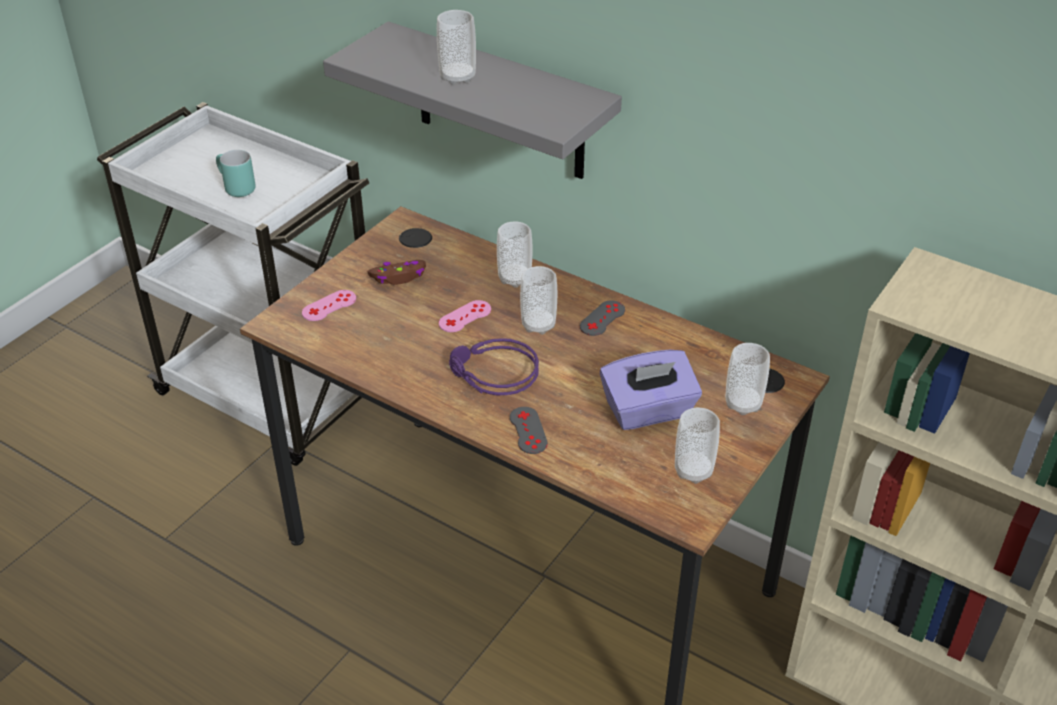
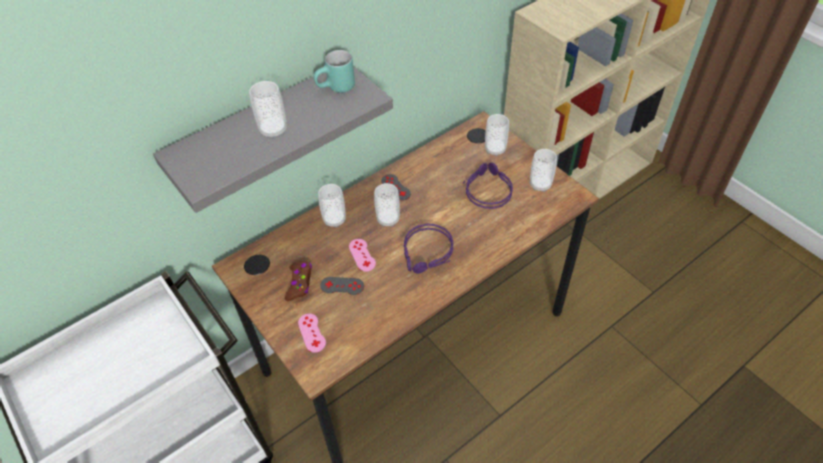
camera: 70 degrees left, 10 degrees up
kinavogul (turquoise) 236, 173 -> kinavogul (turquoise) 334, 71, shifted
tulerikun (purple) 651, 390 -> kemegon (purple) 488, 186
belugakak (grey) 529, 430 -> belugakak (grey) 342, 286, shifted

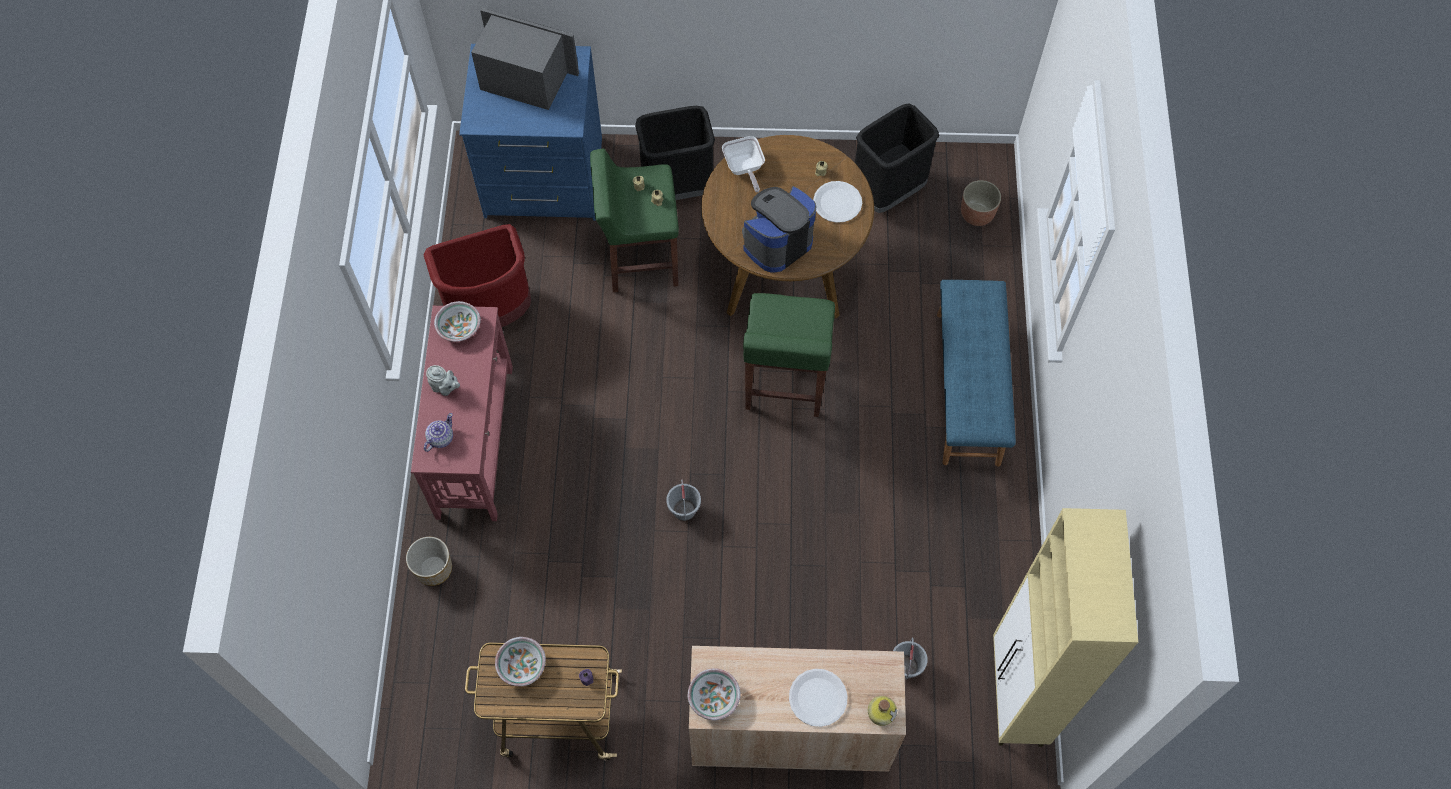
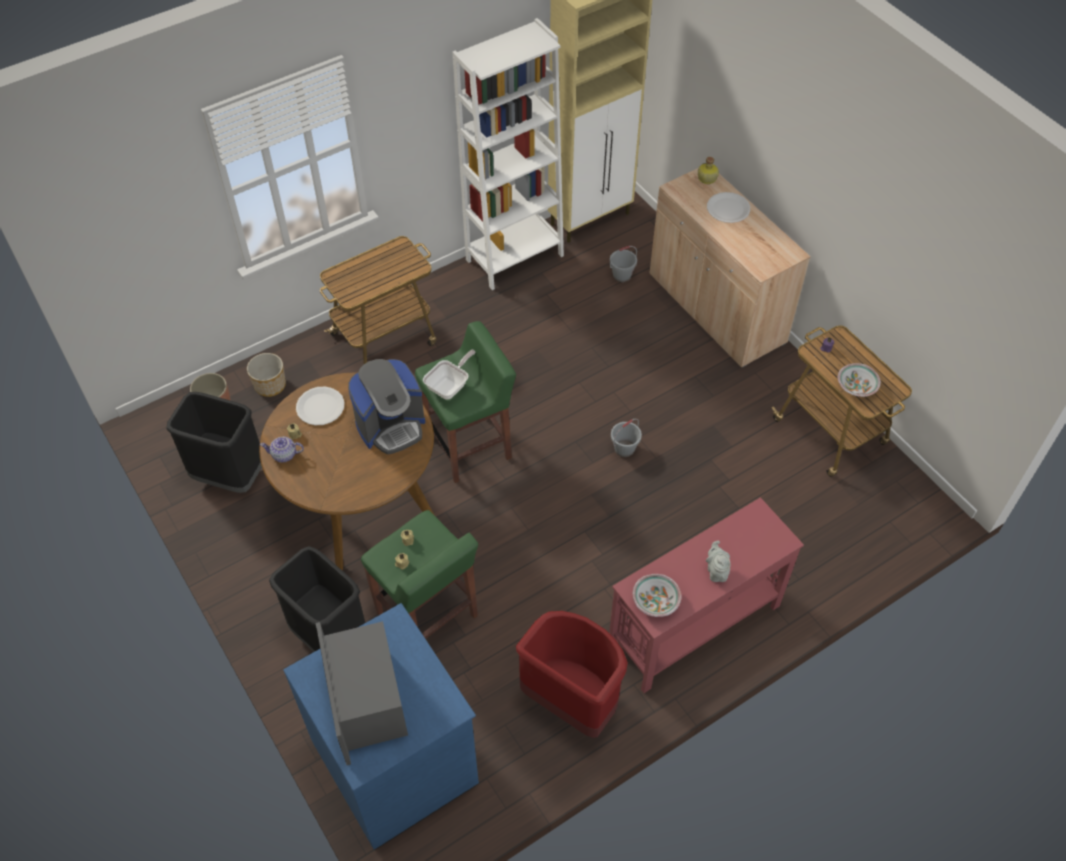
camera: 125 degrees left, 10 degrees down
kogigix 743, 164 -> kogigix 449, 375, shifted
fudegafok 779, 229 -> fudegafok 386, 406, 45 degrees counterclockwise
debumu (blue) 976, 373 -> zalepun 378, 300
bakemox 438, 432 -> bakemox 282, 449, shifted
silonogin 429, 561 -> silonogin 266, 375, shifted
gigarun 714, 694 -> none
none -> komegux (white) 508, 154

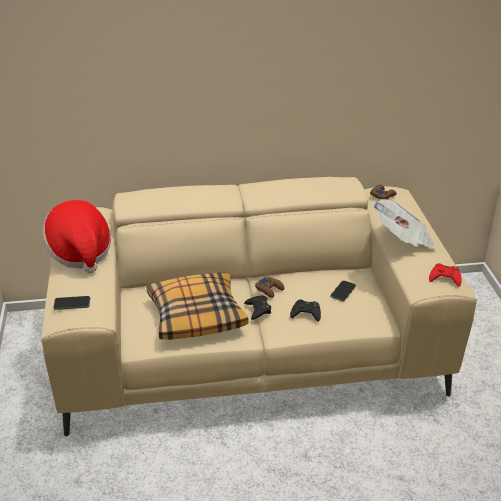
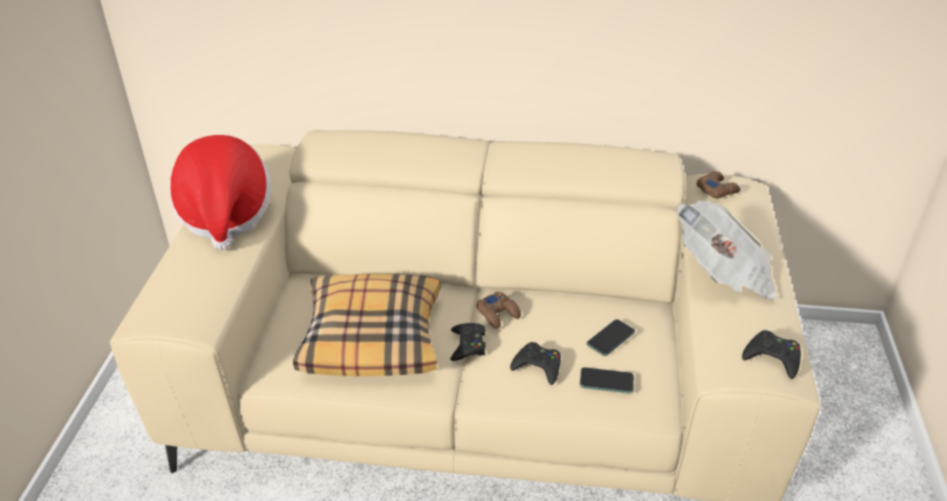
camera: 15 degrees right, 5 degrees up
belugakak (red) 445, 275 -> belugakak (black) 771, 354
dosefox 71, 303 -> dosefox 607, 380, shifted

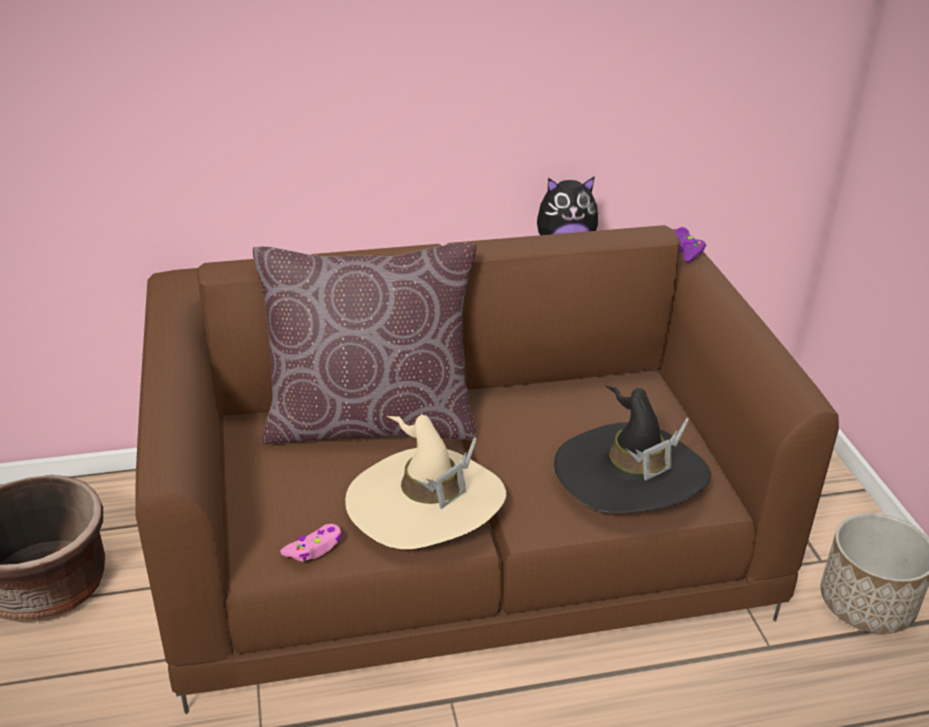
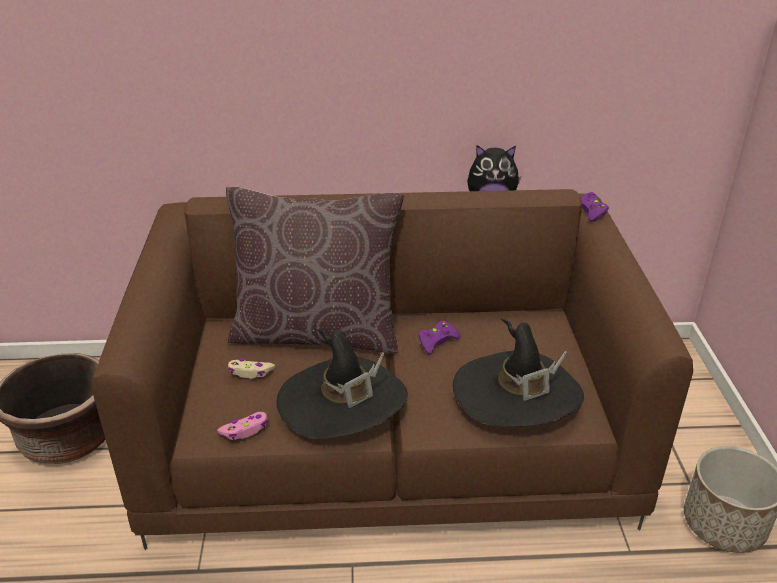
camera: 10 degrees right, 0 degrees up
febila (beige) 425, 482 -> febila (black) 342, 384
none -> belugakak (purple) 439, 337
none -> belugakak (beige) 251, 368

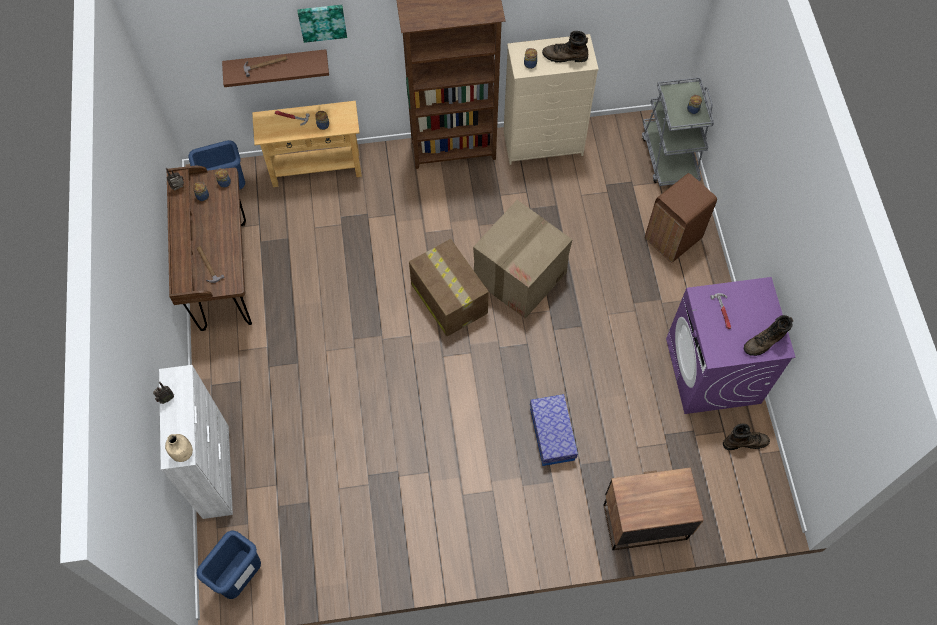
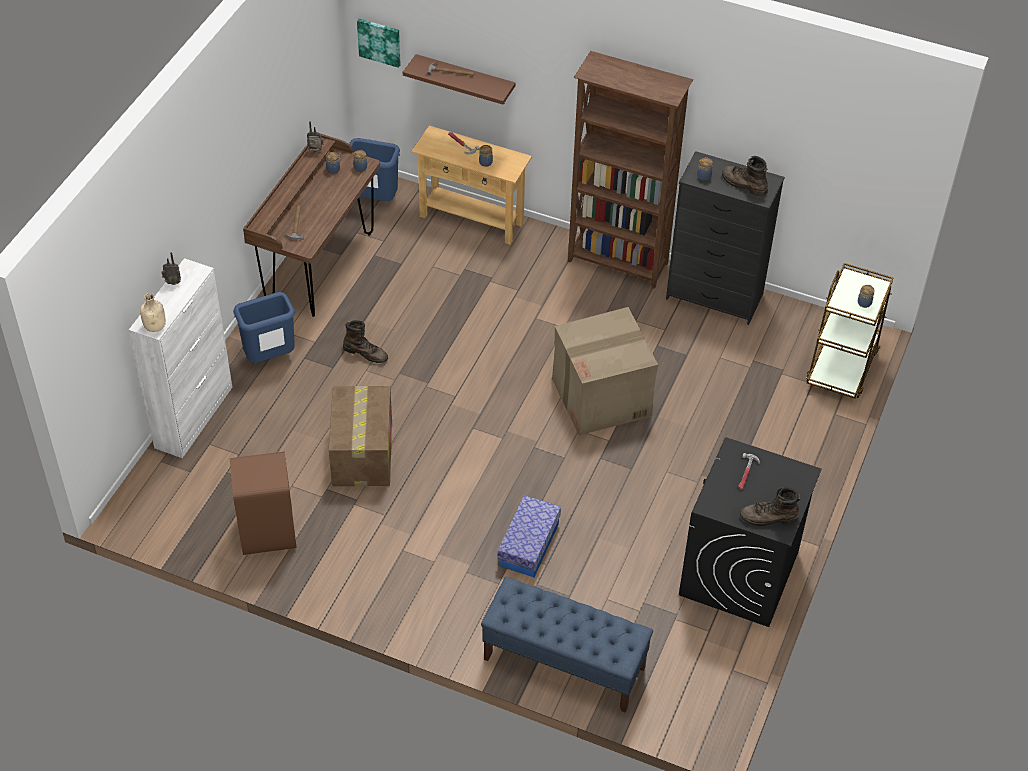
camera: 30 degrees right, 15 degrees down
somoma 322, 24 -> somoma 379, 43, shifted
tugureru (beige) 551, 99 -> tugureru (black) 725, 238
zalepun (grey) 678, 131 -> zalepun (brown) 850, 331
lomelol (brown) 681, 218 -> lomelol (brown) 263, 503, shifted
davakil 449, 287 -> davakil 360, 436, shifted
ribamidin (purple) 731, 345 -> ribamidin (black) 750, 532
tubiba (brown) 746, 436 -> tubiba (brown) 365, 341, shifted
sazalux 653, 508 -> debumu (blue) 567, 645
lomelol (blue) 228, 565 -> lomelol (blue) 264, 327, shifted

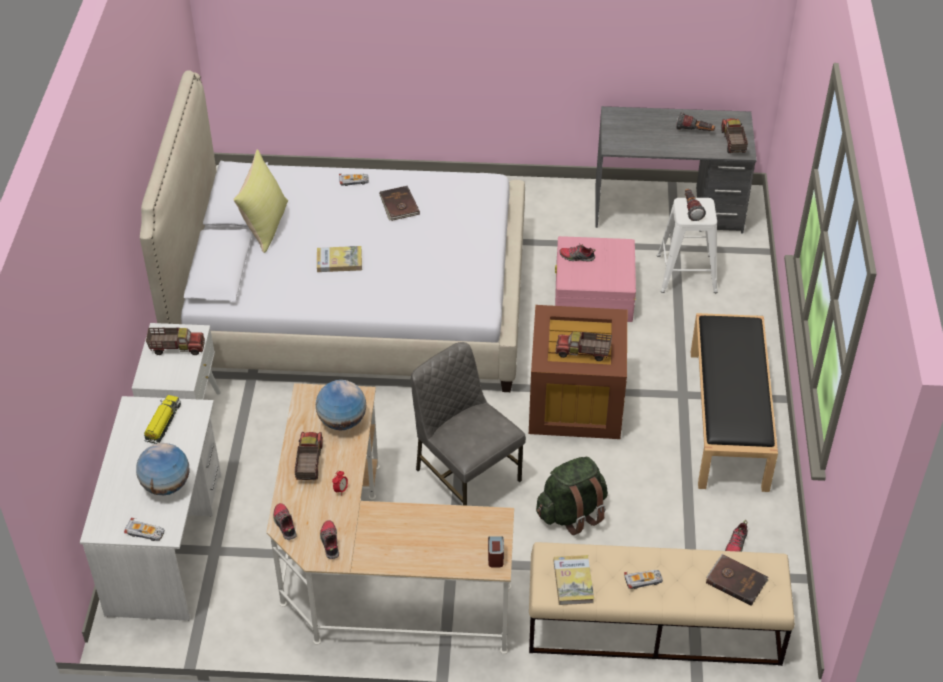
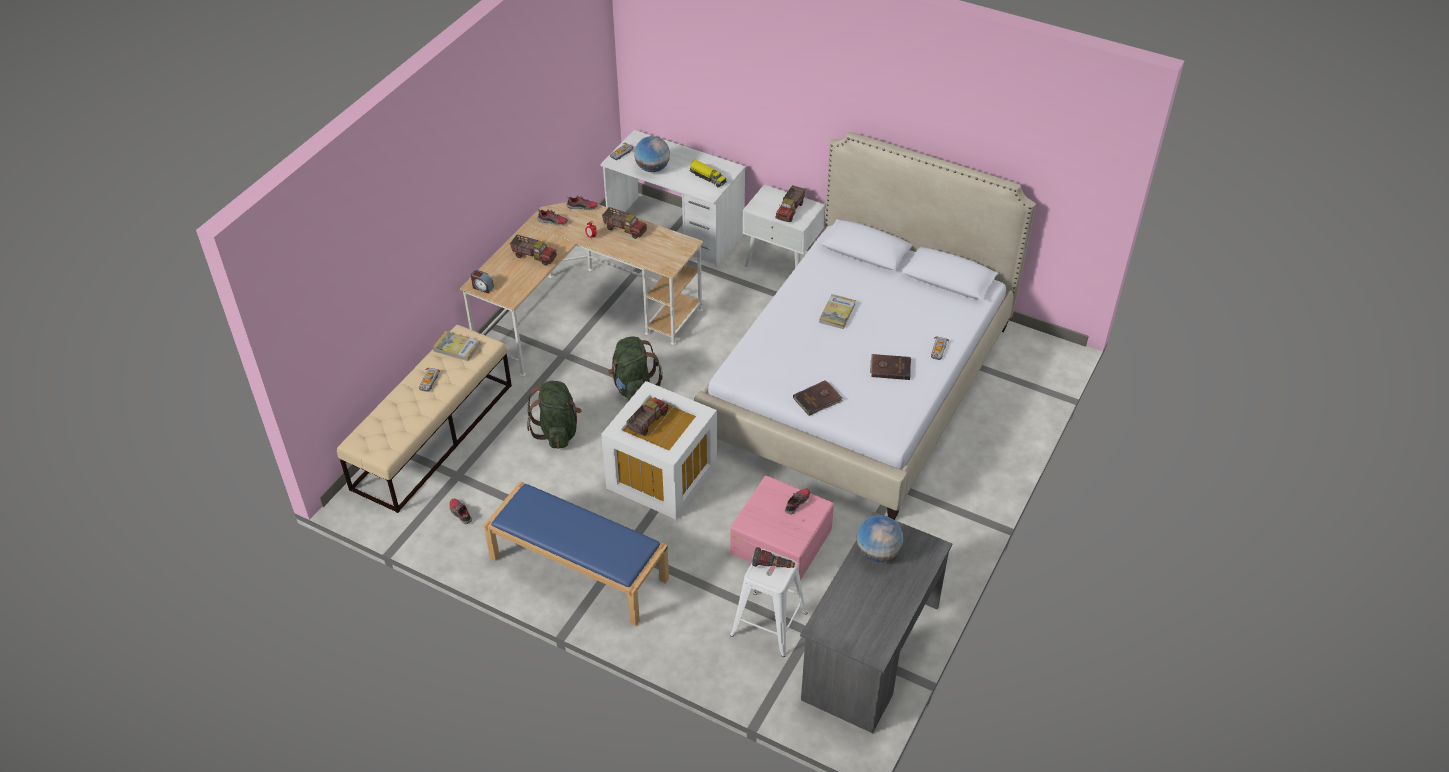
camera: 115 degrees right, 0 degrees up
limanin 695, 121 -> none
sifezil 734, 135 -> sifezil 533, 250, shifted
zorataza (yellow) 260, 201 -> none
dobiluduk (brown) 578, 372 -> dobiluduk (white) 659, 450
debumu (black) 734, 402 -> debumu (blue) 576, 553
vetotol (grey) 468, 424 -> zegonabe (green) 635, 368
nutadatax 341, 405 -> nutadatax 879, 538, shifted
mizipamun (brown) 737, 580 -> mizipamun (brown) 818, 398, shifted

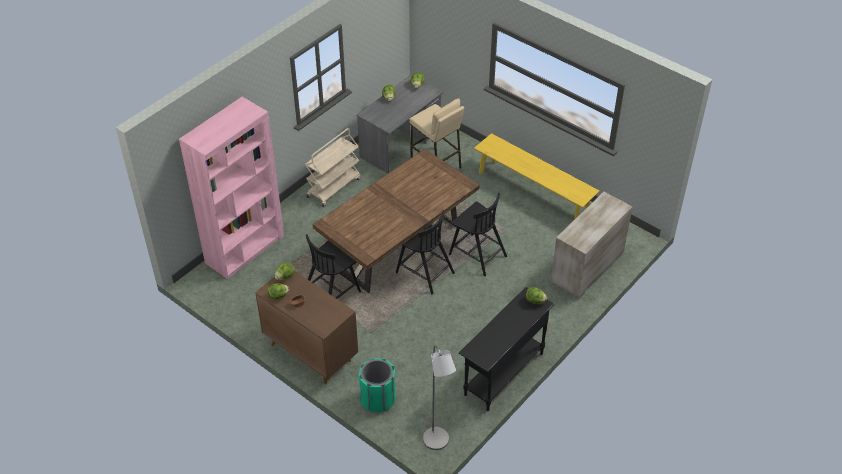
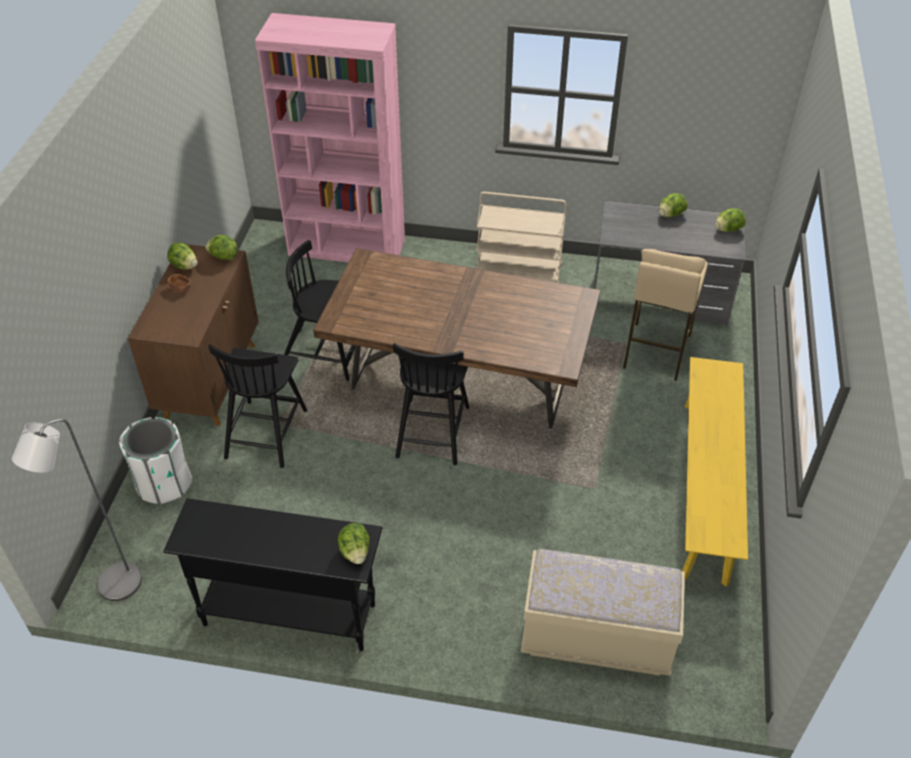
camera: 60 degrees right, 0 degrees up
tugureru (beige) 592, 246 -> debumu (beige) 603, 612
vetotol (black) 478, 234 -> vetotol (black) 258, 406, shifted
lomelol (green) 377, 385 -> lomelol (white) 155, 460

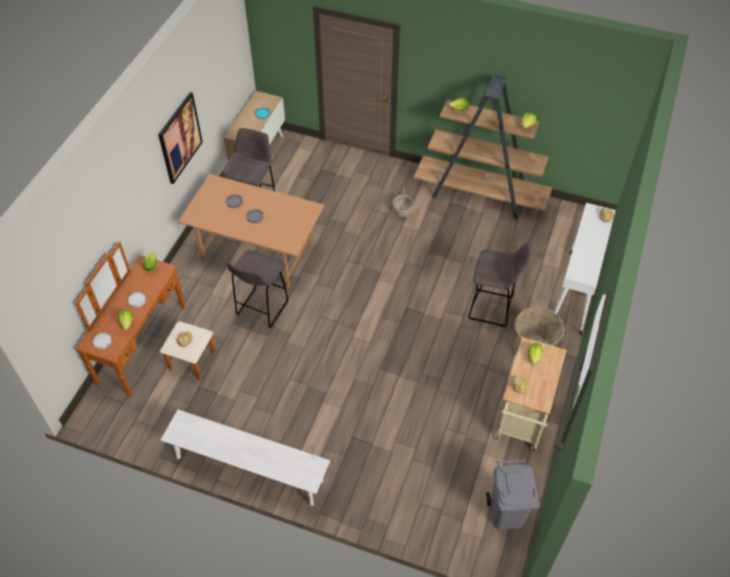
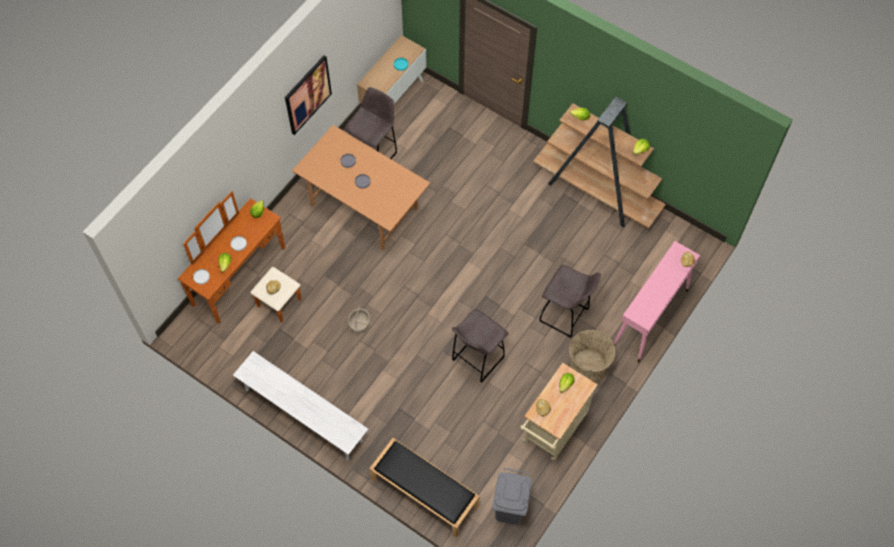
camera: 15 degrees right, 10 degrees up
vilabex 403, 201 -> vilabex 359, 319, shifted
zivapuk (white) 585, 269 -> zivapuk (pink) 657, 302
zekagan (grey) 256, 289 -> zekagan (grey) 480, 346, shifted
none -> debumu (black) 424, 488

